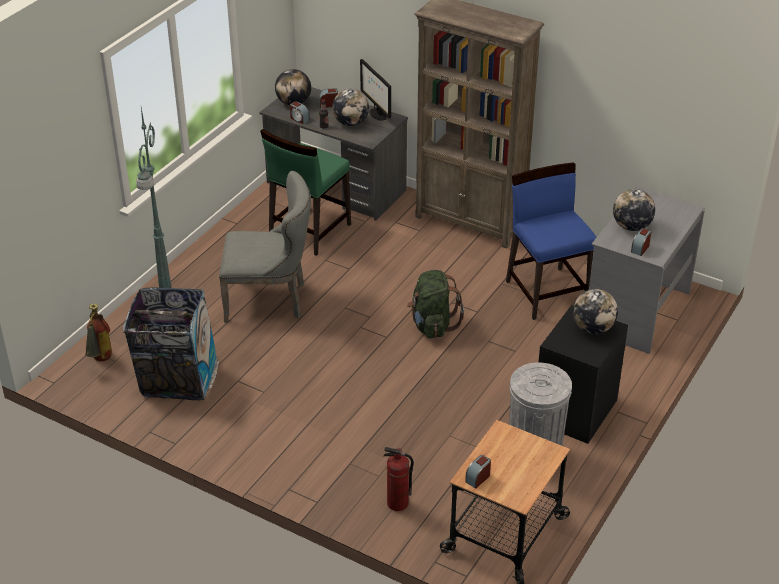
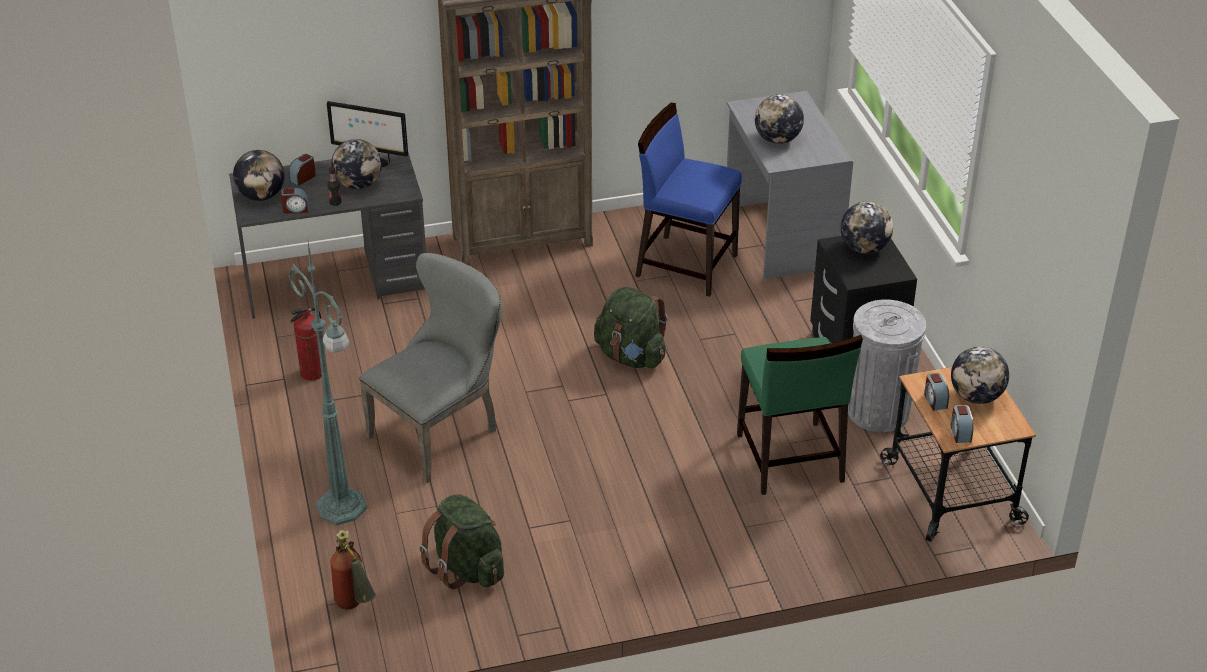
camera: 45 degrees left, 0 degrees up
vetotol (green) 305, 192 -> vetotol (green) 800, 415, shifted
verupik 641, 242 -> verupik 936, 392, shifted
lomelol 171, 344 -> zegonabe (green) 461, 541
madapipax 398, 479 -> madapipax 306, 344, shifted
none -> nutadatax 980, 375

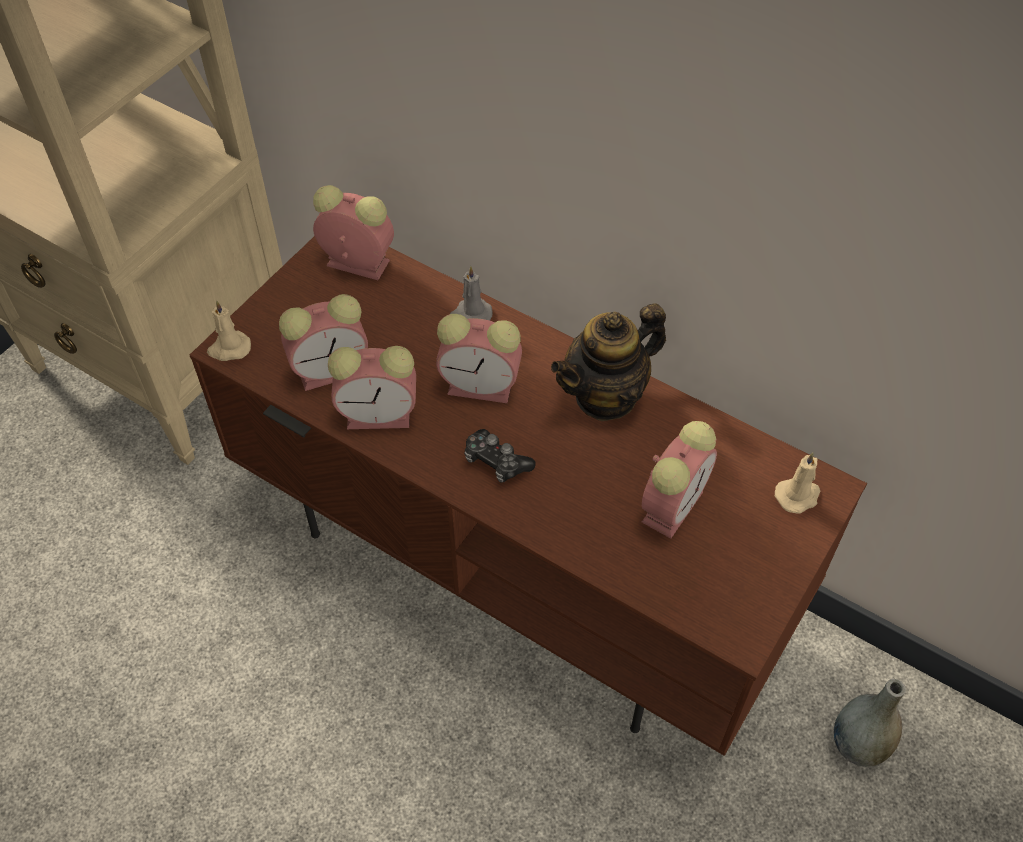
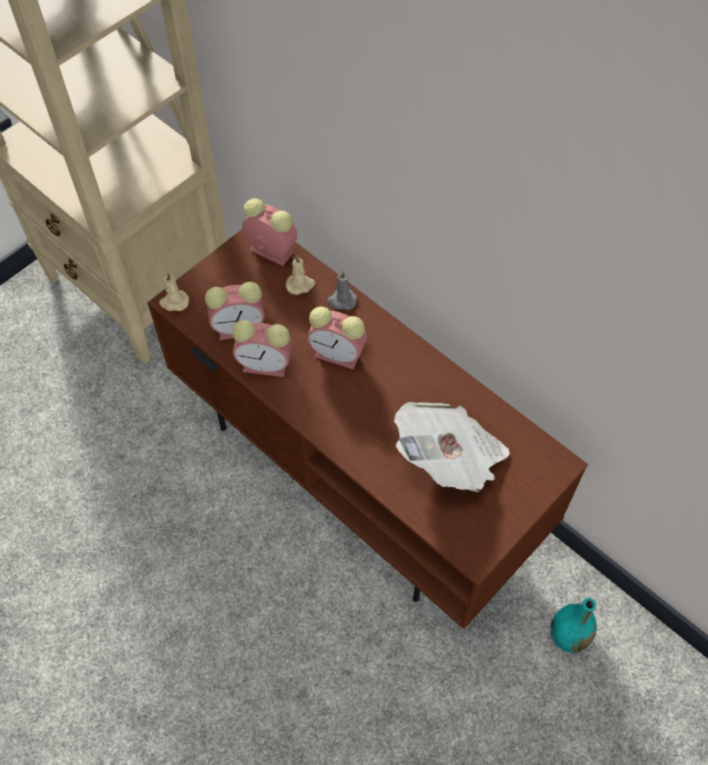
camera: 10 degrees right, 5 degrees up
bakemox 608, 362 -> none
verupik 679, 480 -> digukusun 452, 447
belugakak 500, 456 -> none
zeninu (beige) 797, 483 -> zeninu (beige) 300, 275, shifted
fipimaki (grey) 870, 723 -> fipimaki (turquoise) 573, 625

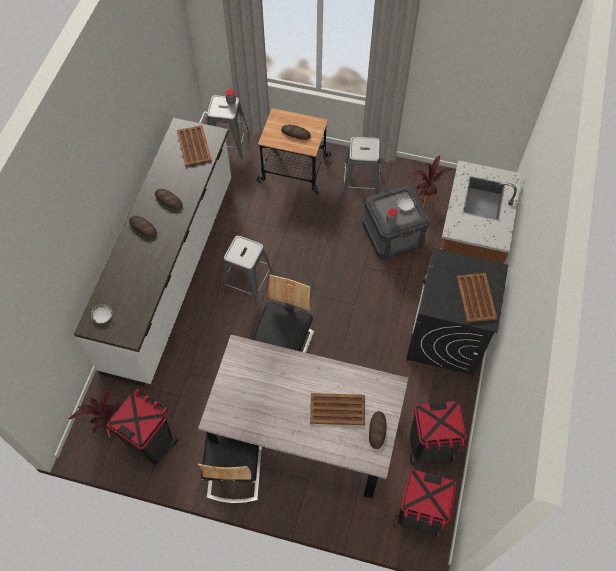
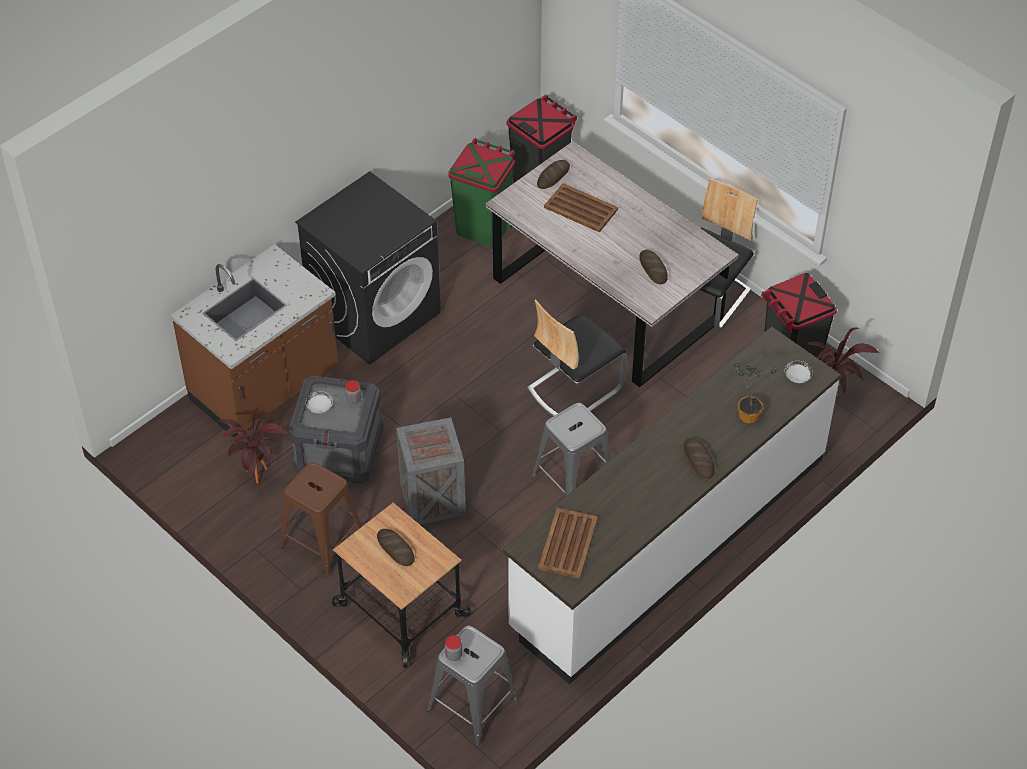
camera: 150 degrees left, 10 degrees down
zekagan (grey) 361, 167 -> zekagan (brown) 320, 519
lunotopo 169, 199 -> lunotopo 653, 267, shifted
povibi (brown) 476, 298 -> none
lomelol (black) 438, 433 -> lomelol (green) 481, 192
none -> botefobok 755, 393
none -> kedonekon 431, 471

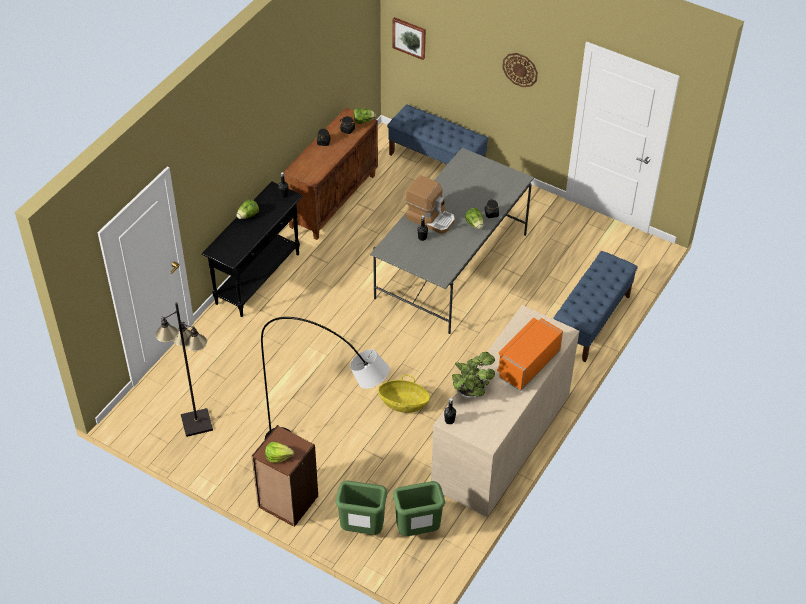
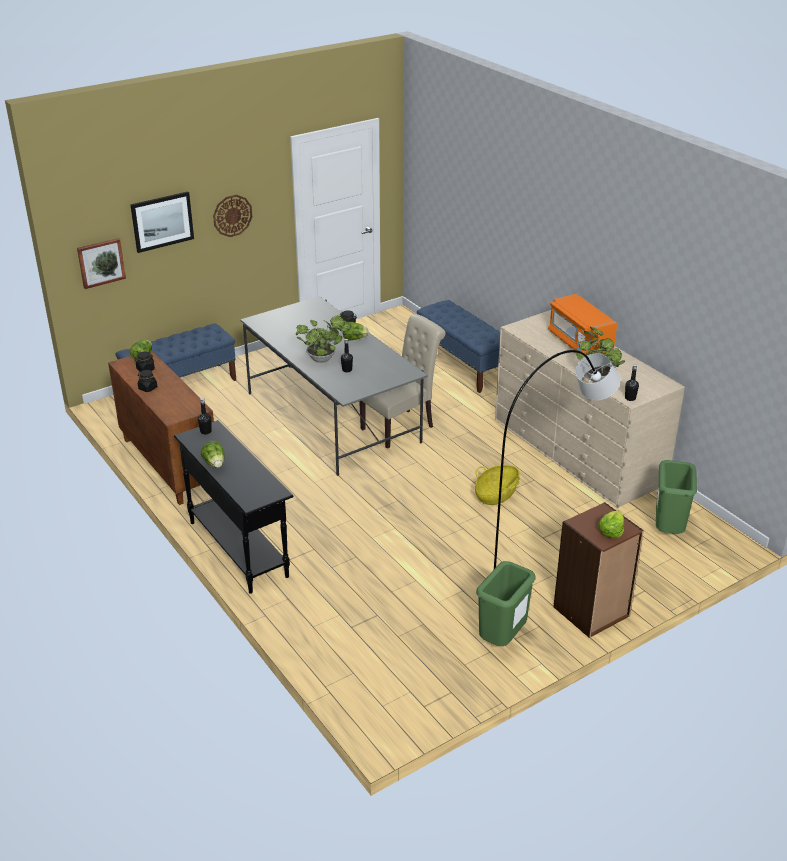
camera: 65 degrees left, 15 degrees down
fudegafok 430, 204 -> botefobok 323, 339
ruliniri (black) 184, 370 -> none
lomelol (green) 361, 507 -> lomelol (green) 506, 603, shifted
none -> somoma 162, 222
none -> vetotol (beige) 402, 381

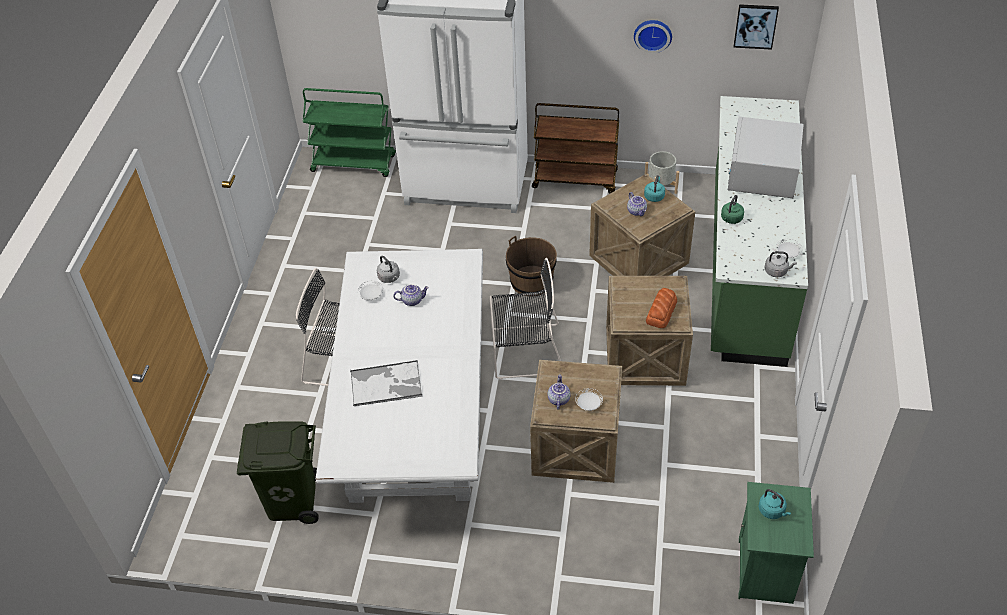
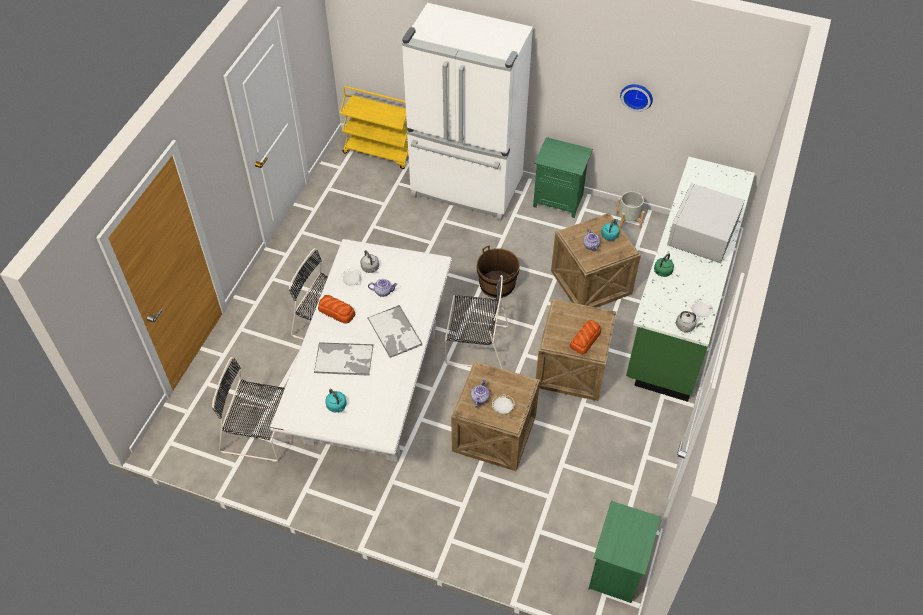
camera: 10 degrees right, 5 degrees up
somoma 756, 27 -> none
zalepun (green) 349, 132 -> zalepun (yellow) 374, 127
zalepun (brown) 575, 148 -> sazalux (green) 563, 177
lomelol (green) 278, 472 -> vetotol (black) 248, 409
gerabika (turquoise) 774, 504 -> gerabika (turquoise) 336, 401, shifted
none -> lunotopo 336, 309
none -> povibi 395, 331

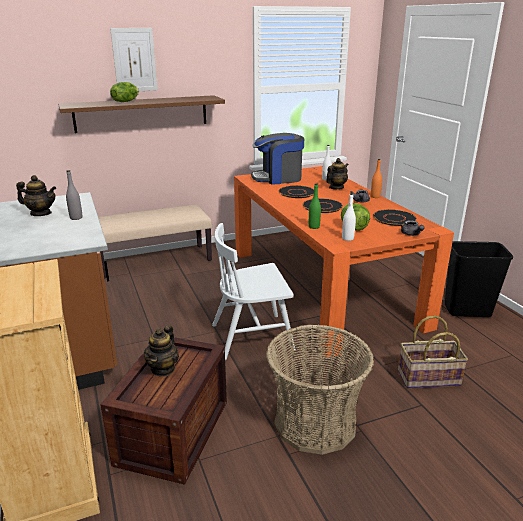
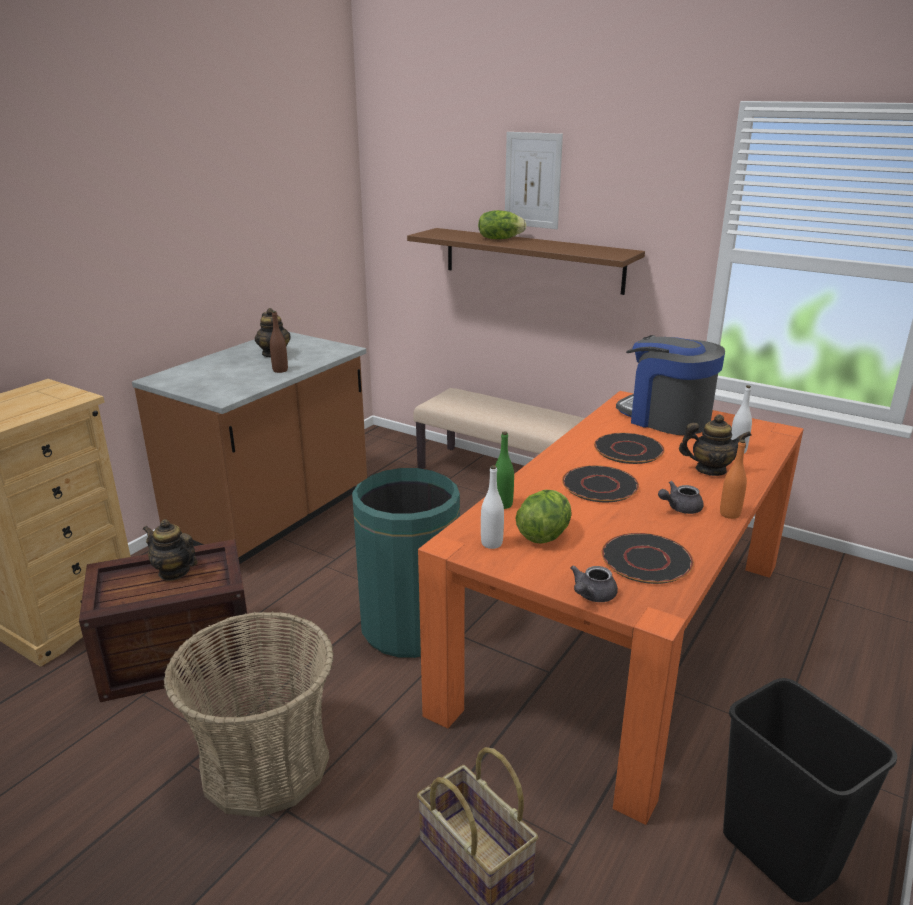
camera: 55 degrees right, 0 degrees up
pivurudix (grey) 74, 195 -> pivurudix (brown) 279, 342
vetotol (white) 254, 291 -> lomelol (green) 406, 563
bakemox 161, 351 -> bakemox 170, 550, 45 degrees clockwise

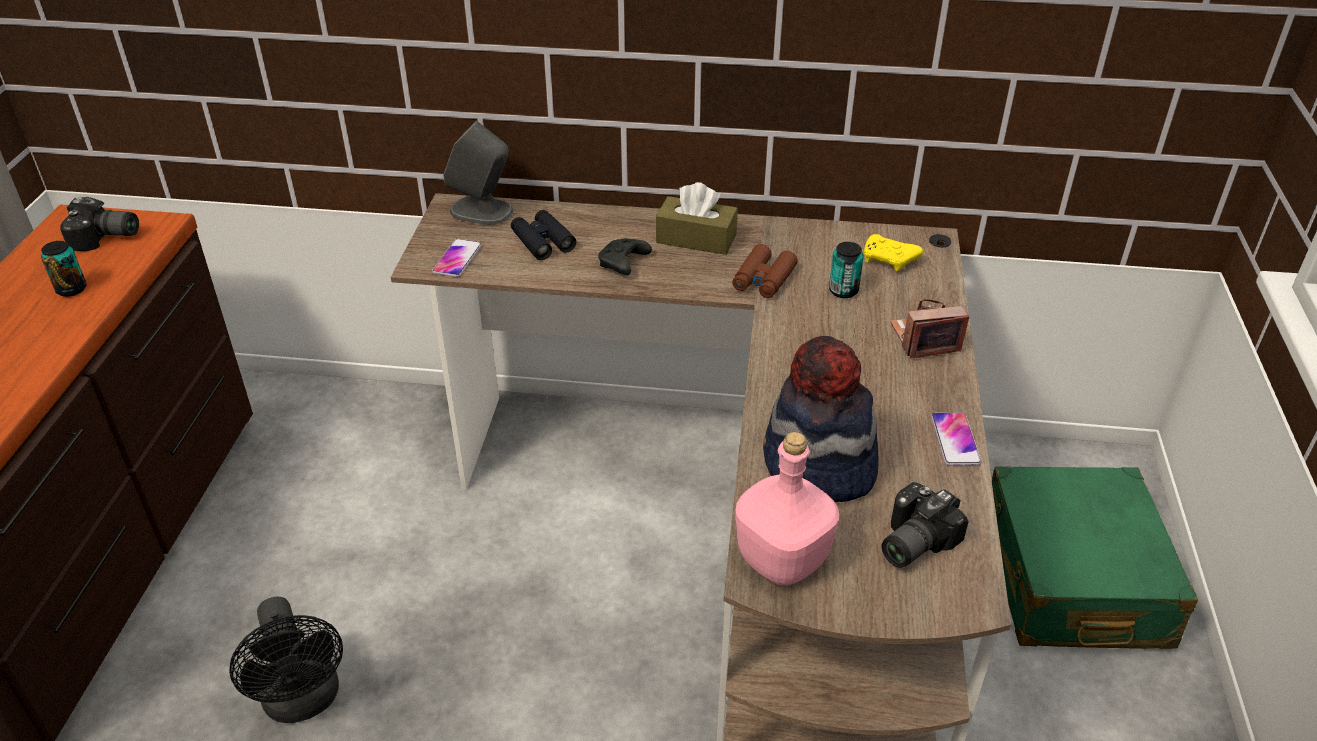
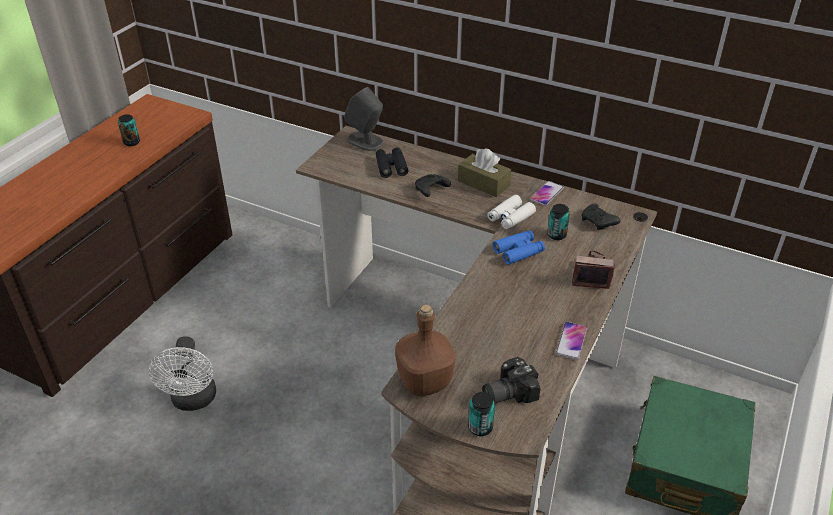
camera: 20 degrees right, 0 degrees up
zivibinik 99, 224 -> none
belugakak (yellow) 893, 252 -> belugakak (black) 600, 217
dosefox 457, 258 -> dosefox 547, 193, shifted
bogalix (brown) 765, 271 -> bogalix (white) 512, 212
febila 820, 419 -> none
pivurudix (pink) 787, 509 -> pivurudix (brown) 425, 350
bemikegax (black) 286, 659 -> bemikegax (white) 182, 373
none -> bogalix (blue) 519, 247
none -> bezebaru 481, 414

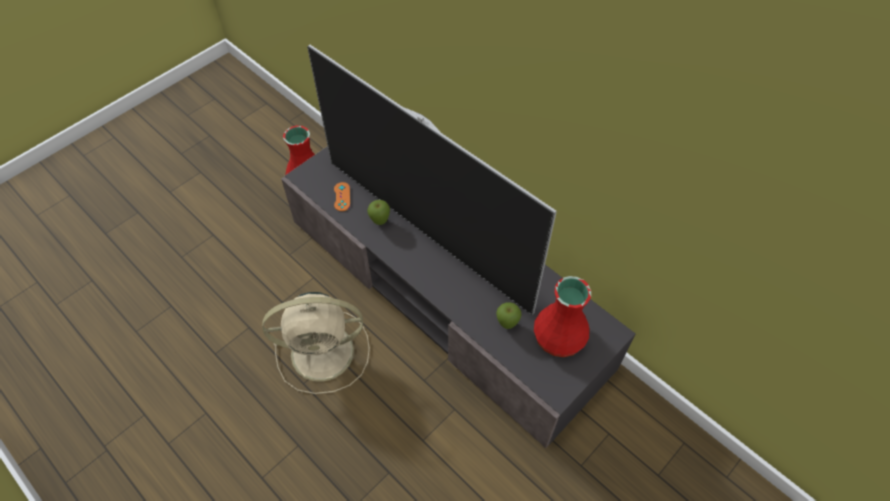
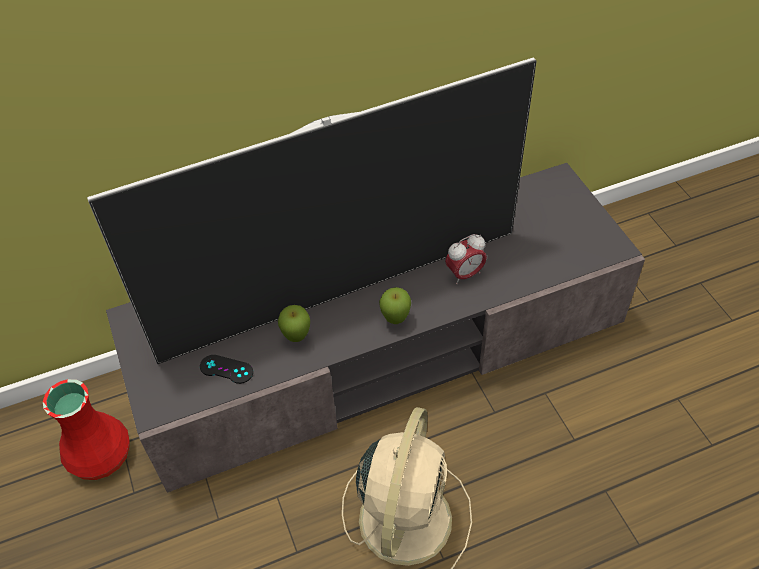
camera: 65 degrees left, 5 degrees down
belugakak (orange) 342, 196 -> belugakak (black) 226, 369
fipimaki (red) 562, 316 -> none
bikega 509, 315 -> bikega 395, 305, shifted
none -> verupik 466, 259

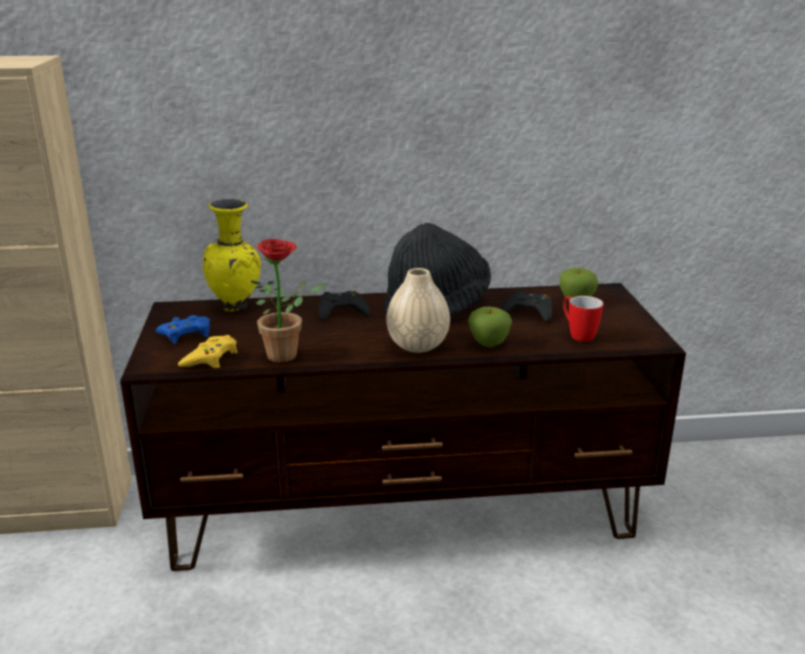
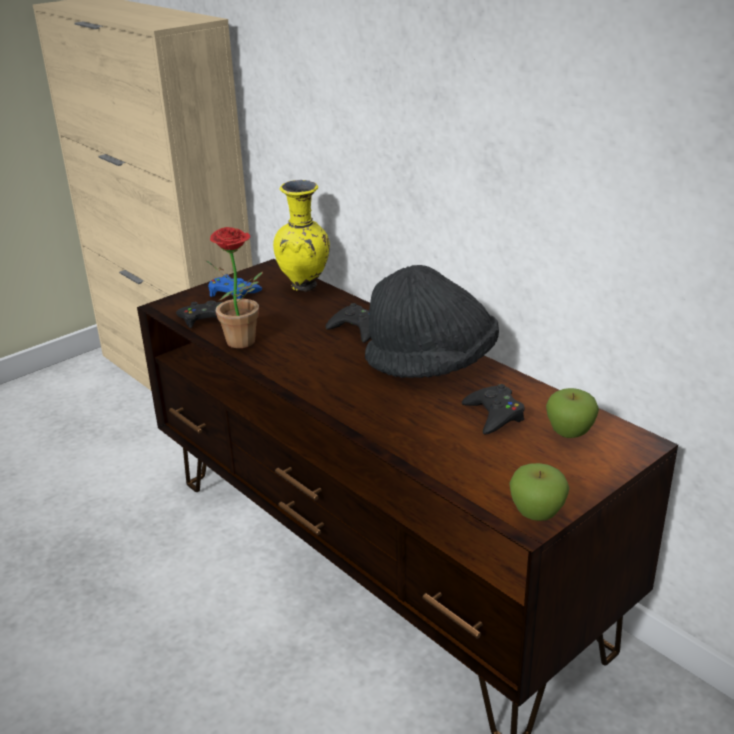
camera: 55 degrees right, 5 degrees up
fipimaki (beige) 418, 310 -> none
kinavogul 583, 319 -> none
bikega 490, 327 -> bikega 539, 492, shifted
belugakak (yellow) 207, 351 -> belugakak (black) 199, 314

